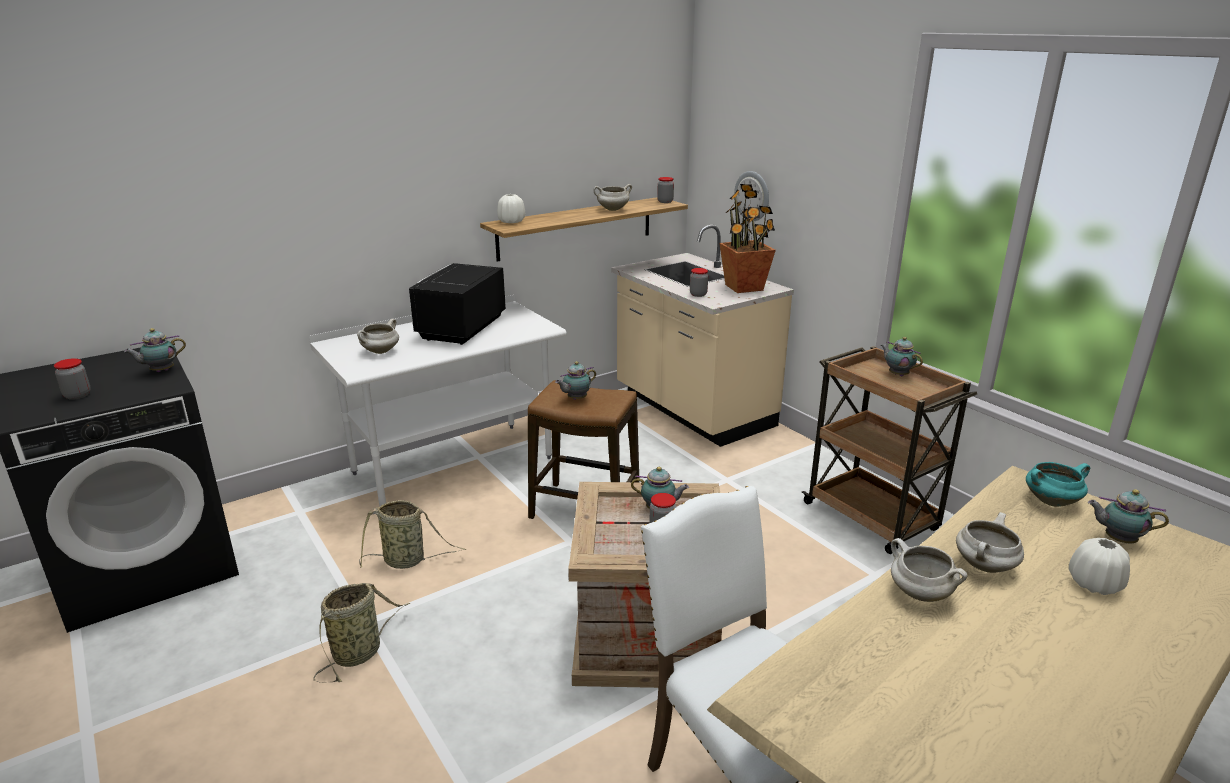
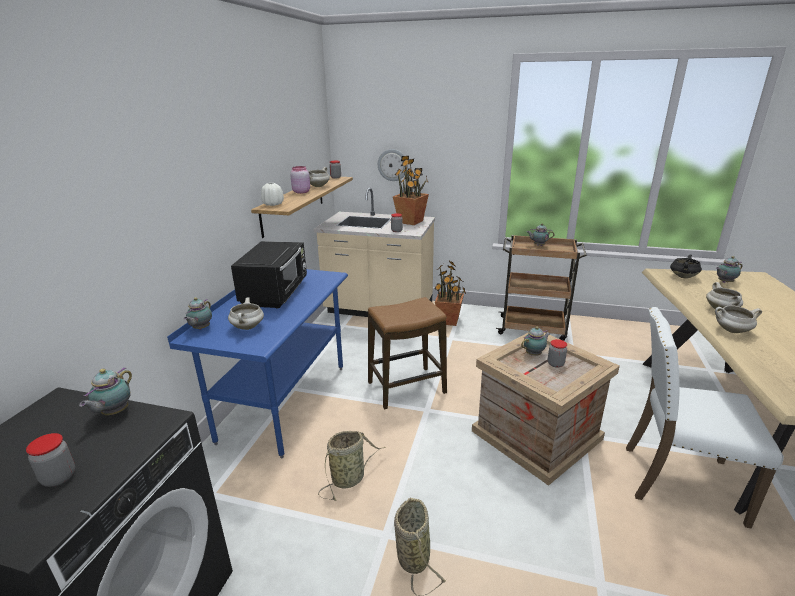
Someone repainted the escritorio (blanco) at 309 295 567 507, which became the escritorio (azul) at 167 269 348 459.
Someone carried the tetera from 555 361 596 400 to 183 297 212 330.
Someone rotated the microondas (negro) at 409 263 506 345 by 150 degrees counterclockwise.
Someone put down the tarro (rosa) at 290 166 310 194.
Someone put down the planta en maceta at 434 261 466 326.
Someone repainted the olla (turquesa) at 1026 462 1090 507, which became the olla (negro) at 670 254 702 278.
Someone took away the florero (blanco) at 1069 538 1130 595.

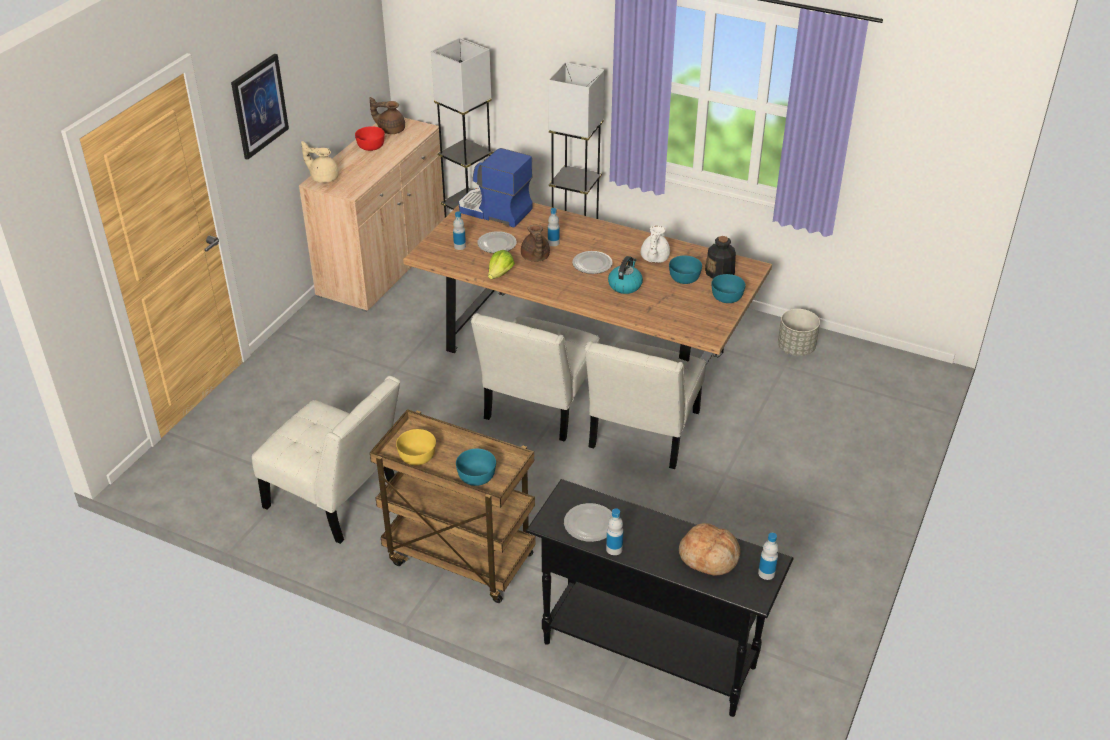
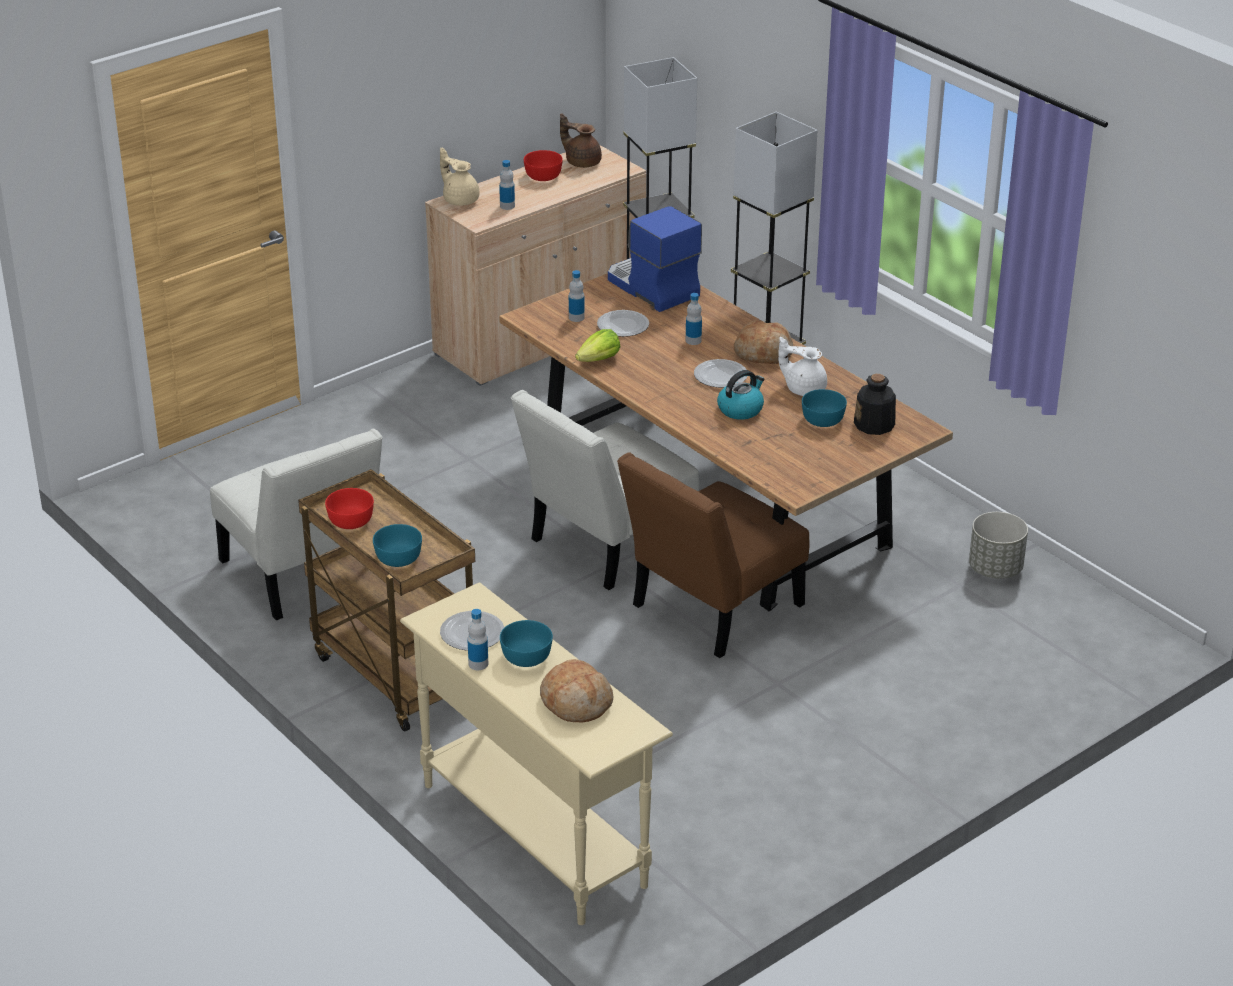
Someone repainted the cuenco (amarillo) at 396 429 436 465, which became the cuenco (rojo) at 325 488 374 529.
Someone repainted the mesa consola (negro) at 526 479 794 717, which became the mesa consola (beis) at 400 582 673 925.
Someone carried the botella from 758 533 778 580 to 499 160 515 210.
Someone carried the cuenco (turquesa) from 712 274 745 303 to 500 620 553 667.
Someone repainted the silla (blanco) at 585 341 706 469, which became the silla (marrón) at 617 452 809 658.
Someone put down the pan at 734 320 793 364.
Someone rotated the tetera (blanco) at 641 226 670 263 by 75 degrees clockwise.
Someone took away the cuadro at 231 54 289 160.
Someone took away the tetera (marrón) at 521 225 550 262.

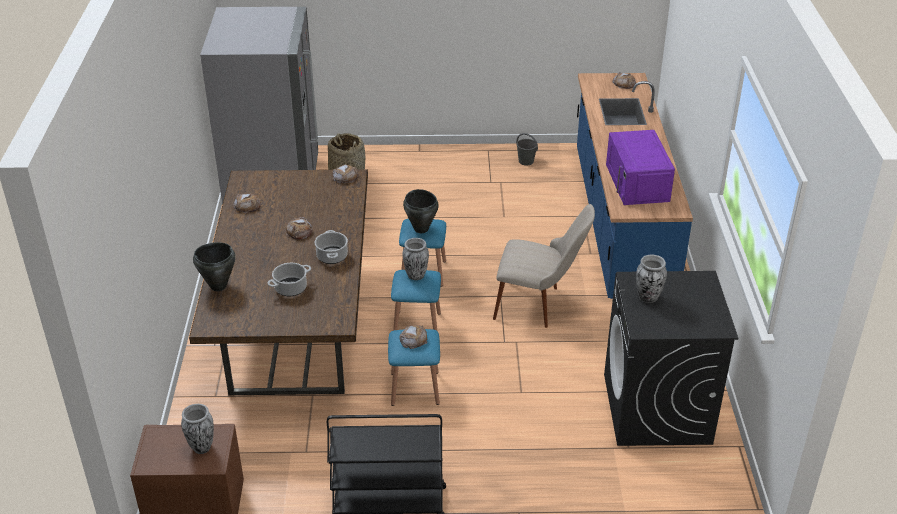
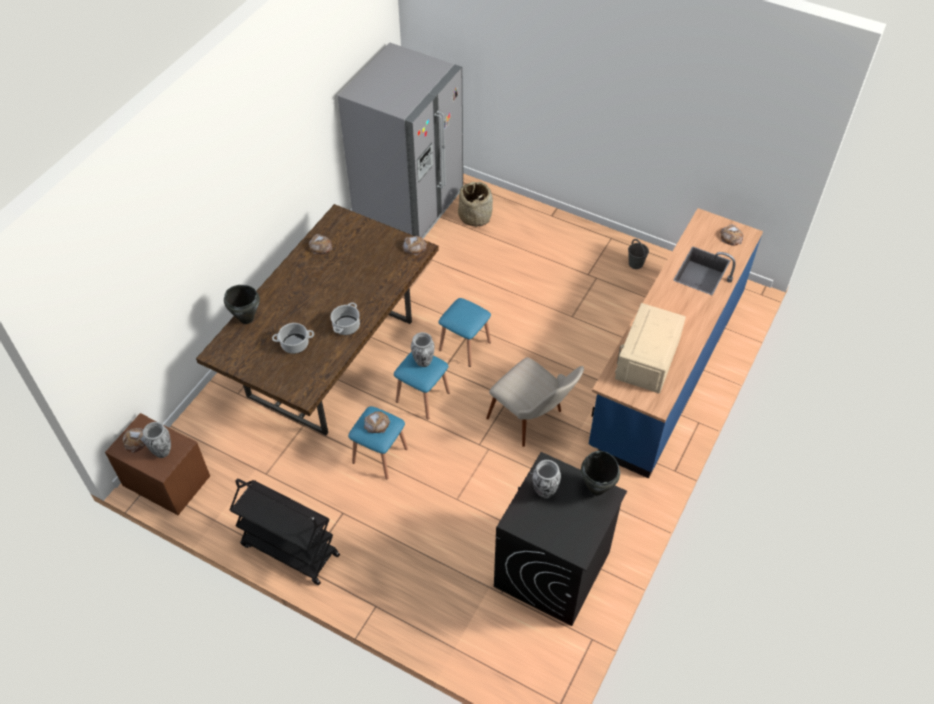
Someone carried the pan from 286 217 313 240 to 122 428 145 453.
Someone carried the olla (negro) from 403 189 439 233 to 581 451 620 495.
Someone repainted the microondas (morado) at 606 130 675 205, which became the microondas (beis) at 615 303 686 393.

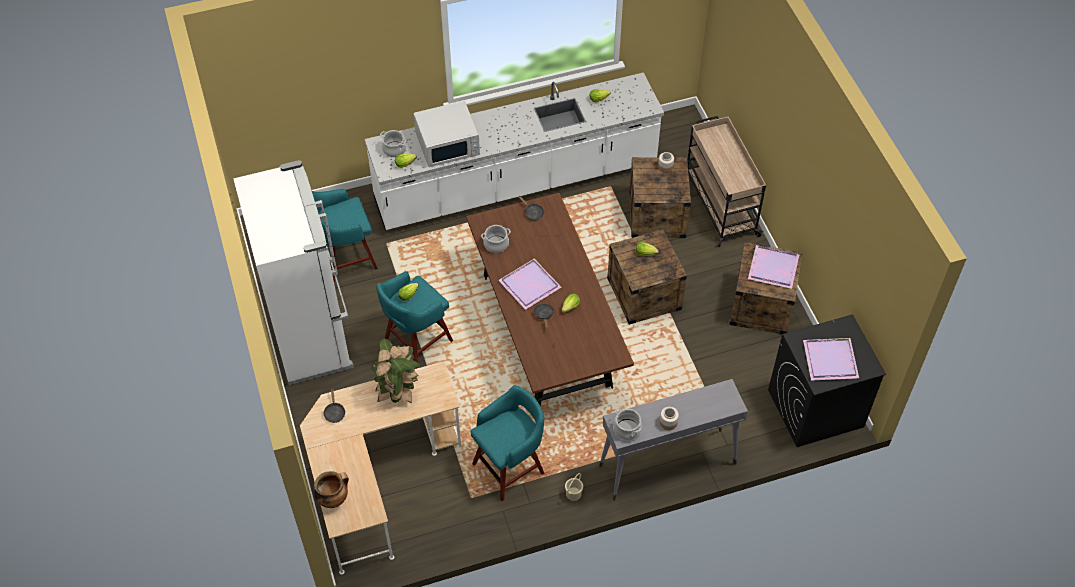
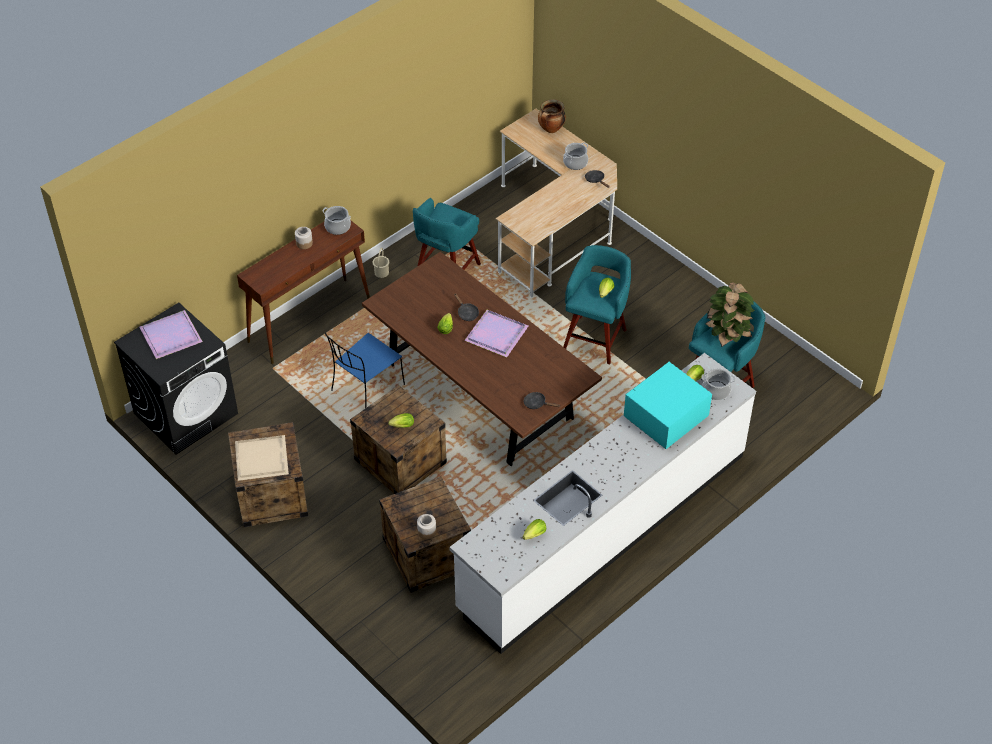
Someone repainted the bandeja (morado) at 748 245 799 289, which became the bandeja (beis) at 235 435 289 481.
Someone repainted the mesa consola (gris) at 599 379 748 501, which became the mesa consola (marrón) at 237 220 370 364.
Someone put down the silla (azul) at 325 333 405 408.
Someone carried the olla from 481 225 511 253 to 563 142 588 170.
Someone repainted the microondas (blanco) at 413 101 480 167, which became the microondas (turquesa) at 624 362 712 449.
Someone carried the planta en maceta from 371 338 420 403 to 706 282 755 347.
Someone took away the nevera (blanco) at 233 160 354 385.
Someone took away the carrito (beis) at 687 116 766 247.

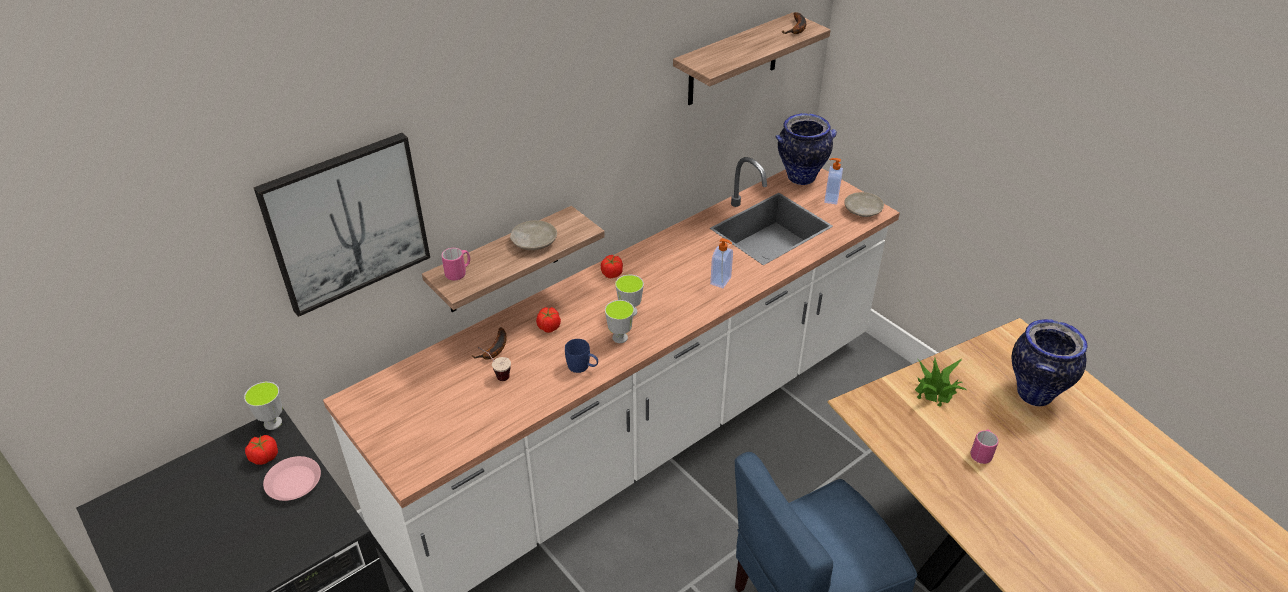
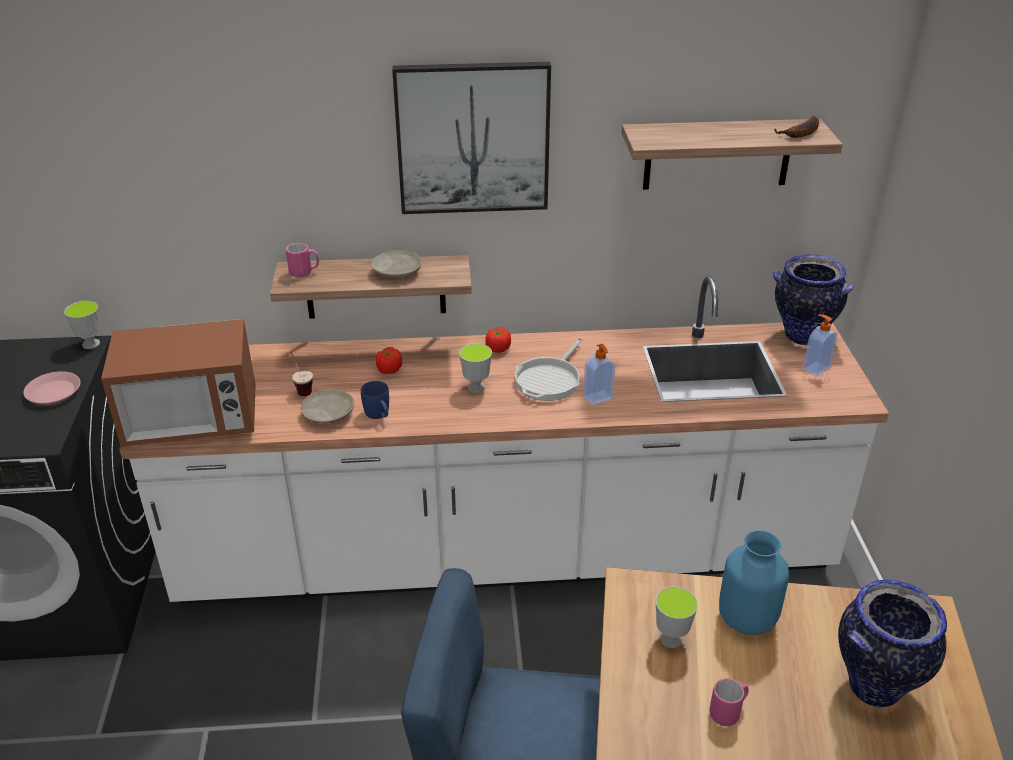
Someone put down the microondas at 101 319 256 447.
Someone carried the plato (beis) from 844 192 884 217 to 301 390 354 424.
Someone carried the cuadro from 253 133 430 317 to 392 62 551 214.
Someone put down the sartén at 515 338 583 401.
Someone carried the taza from 605 300 634 343 to 655 587 698 648.
Someone swapped the planta en maceta at 915 358 966 407 for the florero (azul) at 719 530 789 635.
Someone took away the tomate at 245 435 278 465.
Someone took away the plátano at 472 328 507 360.

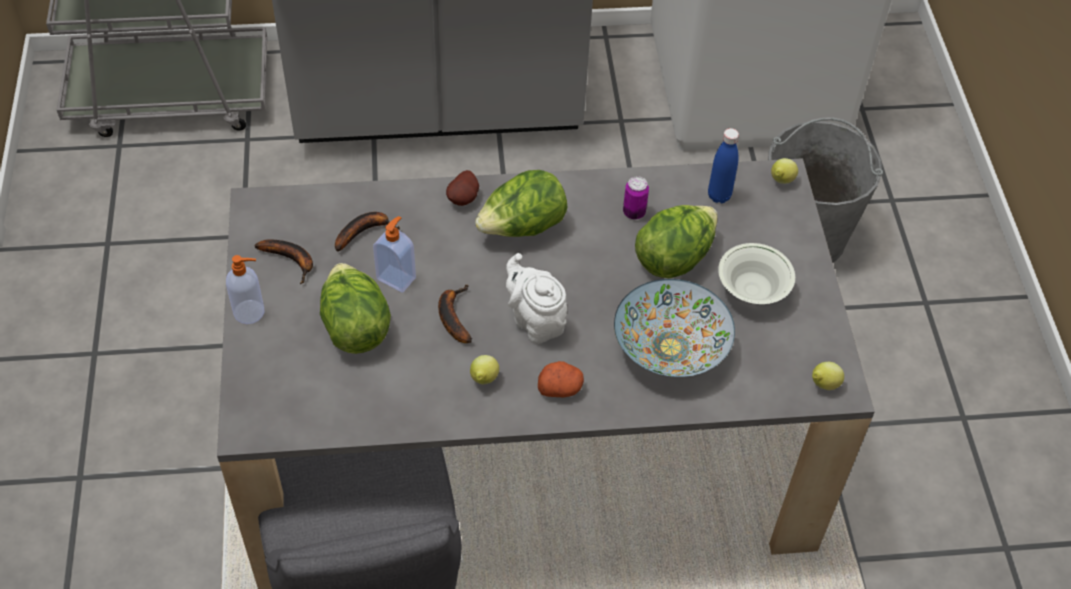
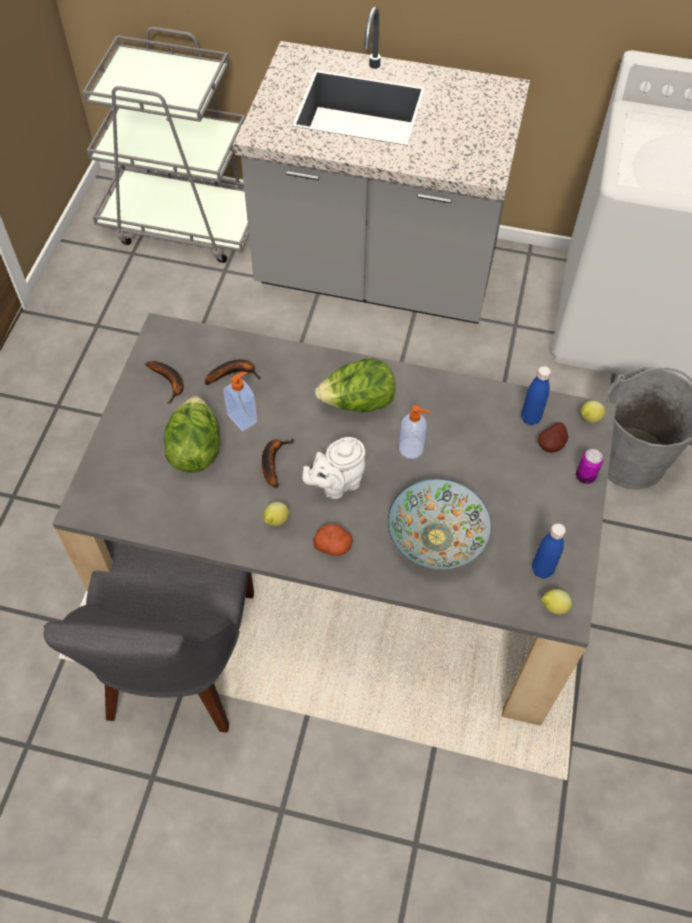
Someone rotated the tetera (blanco) at 506 253 567 344 by 105 degrees counterclockwise.
Someone carried the dispensador de jabón from 226 255 265 324 to 399 405 431 459.
Someone put down the botella (azul) at 532 523 566 579.
Someone carried the patata from 446 170 479 206 to 538 422 568 453.
Someone carried the lata from 623 176 649 219 to 576 449 603 484.
Someone took away the lechuga at 635 205 718 278.
Someone took away the cuenco (blanco) at 718 243 795 304.

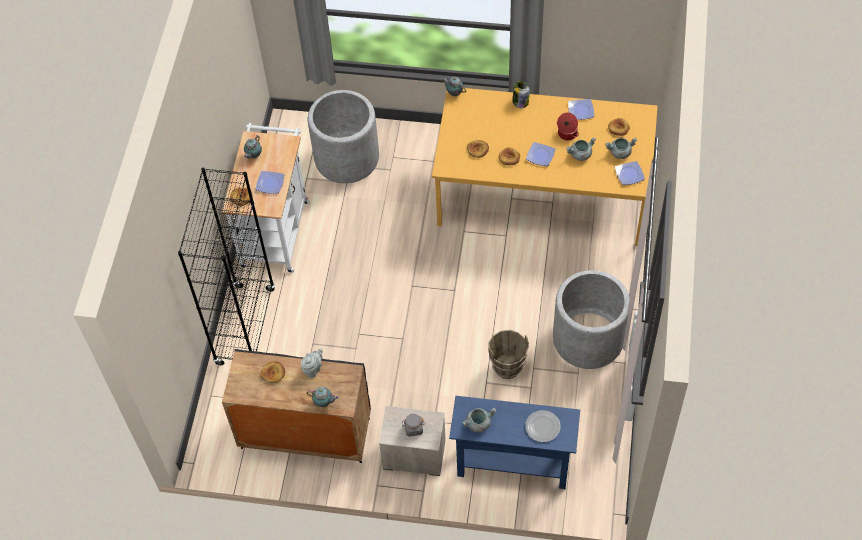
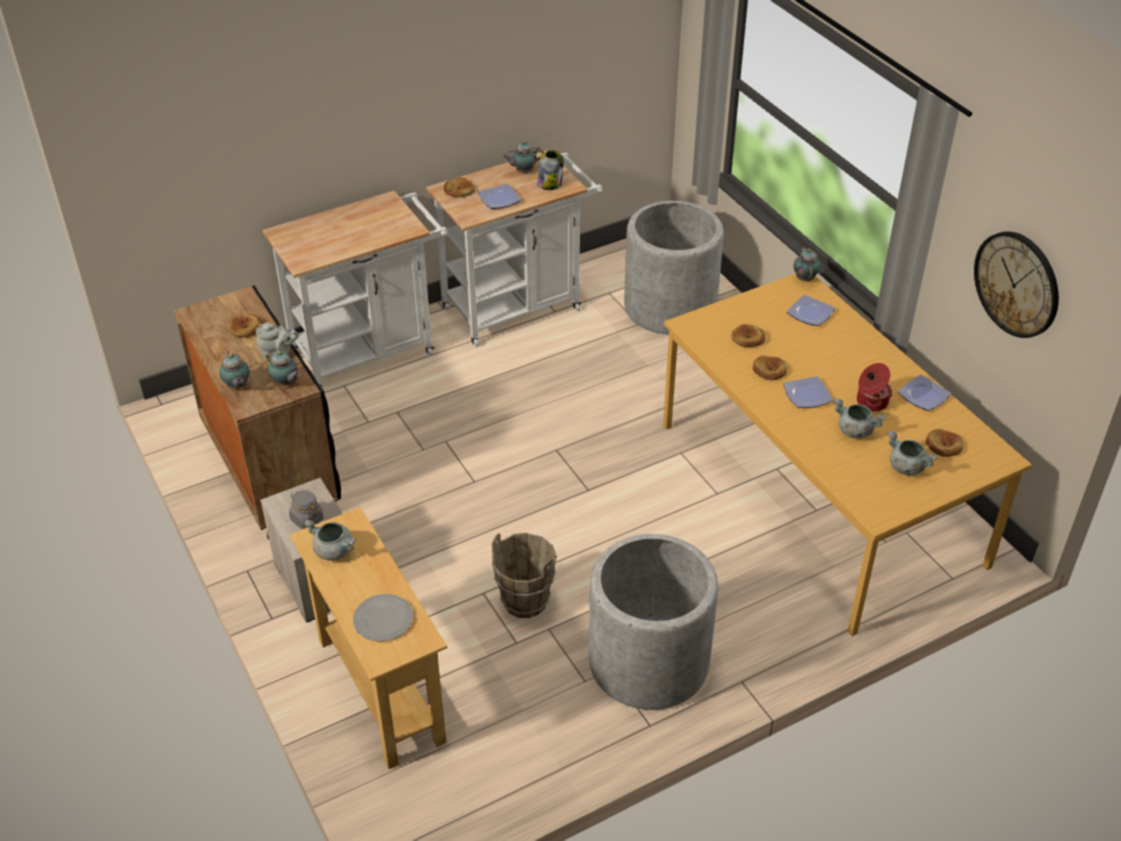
Someone swapped the estantería (negro) at 178 168 275 365 for the carrito (blanco) at 262 191 448 389.
Someone put down the tetera at 266 351 300 386.
Someone repainted the mesa consola (azul) at 449 396 580 489, which became the mesa consola (beis) at 290 507 447 769.
Someone carried the tarro from 513 81 530 108 to 537 151 564 190.
Someone carried the plato from 615 161 645 185 to 787 295 835 326.
Someone put up the reloj de pared at 974 231 1059 338.

